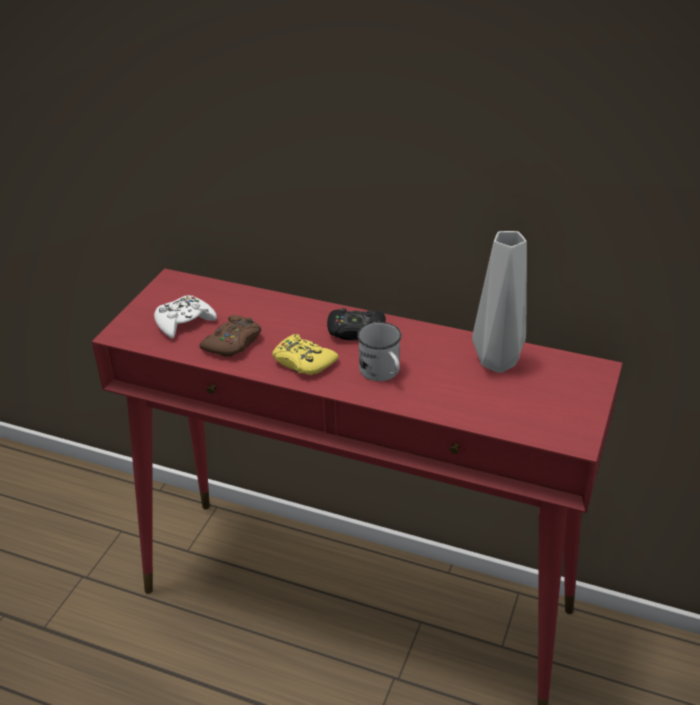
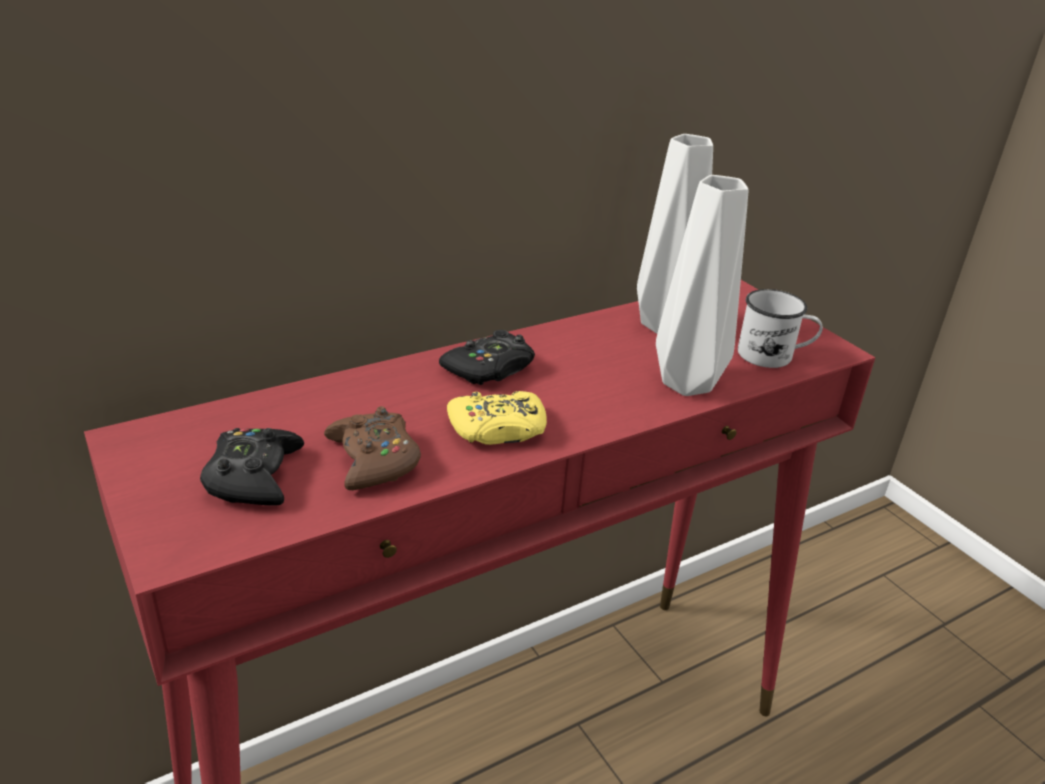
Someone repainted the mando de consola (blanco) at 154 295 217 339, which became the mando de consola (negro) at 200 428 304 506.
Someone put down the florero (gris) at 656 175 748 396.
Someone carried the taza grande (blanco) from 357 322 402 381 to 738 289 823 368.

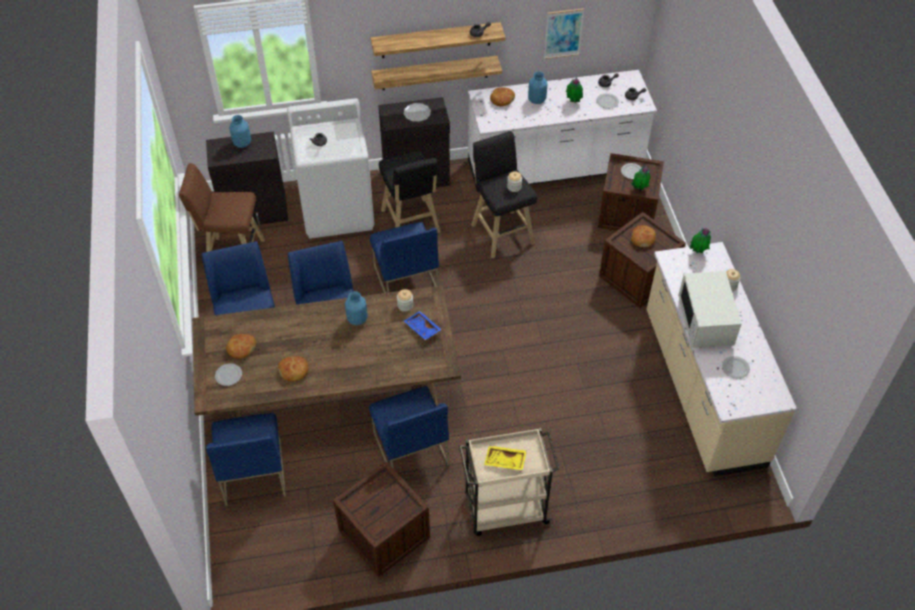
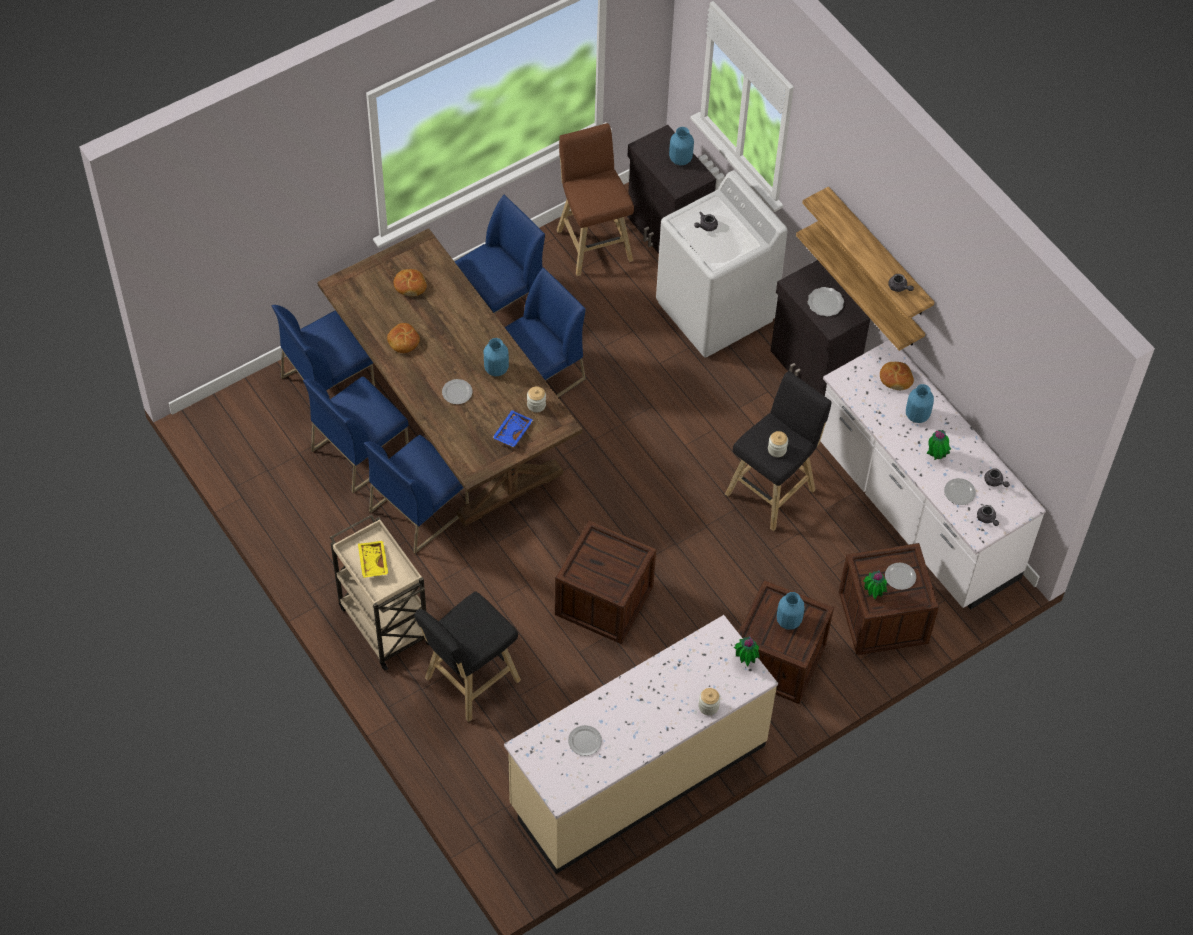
Someone carried the silla (azul) from 370 222 439 293 to 303 377 409 493.
Someone carried the taburete (negro) from 379 151 440 233 to 414 592 521 722.
Someone carried the plato from 215 363 242 386 to 442 379 473 404.
Someone carried the caja de embalaje from 333 461 430 577 to 555 520 656 644.
Someone swapped the pan at 631 225 656 247 for the florero (azul) at 777 592 804 630.
Someone took away the cuadro at 544 8 584 59.
Someone took away the microondas (blanco) at 678 271 742 348.

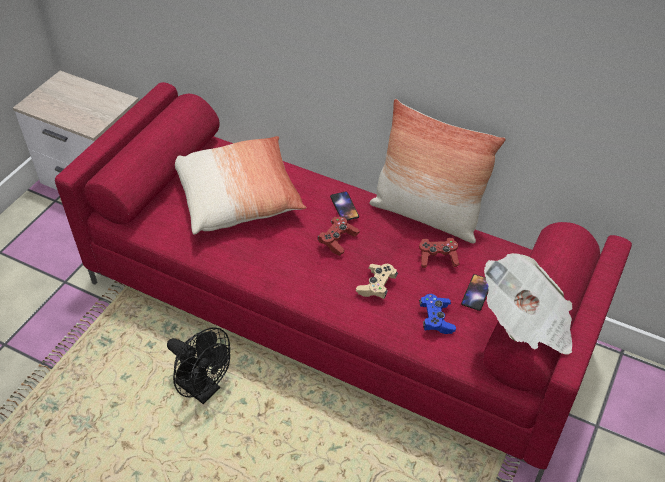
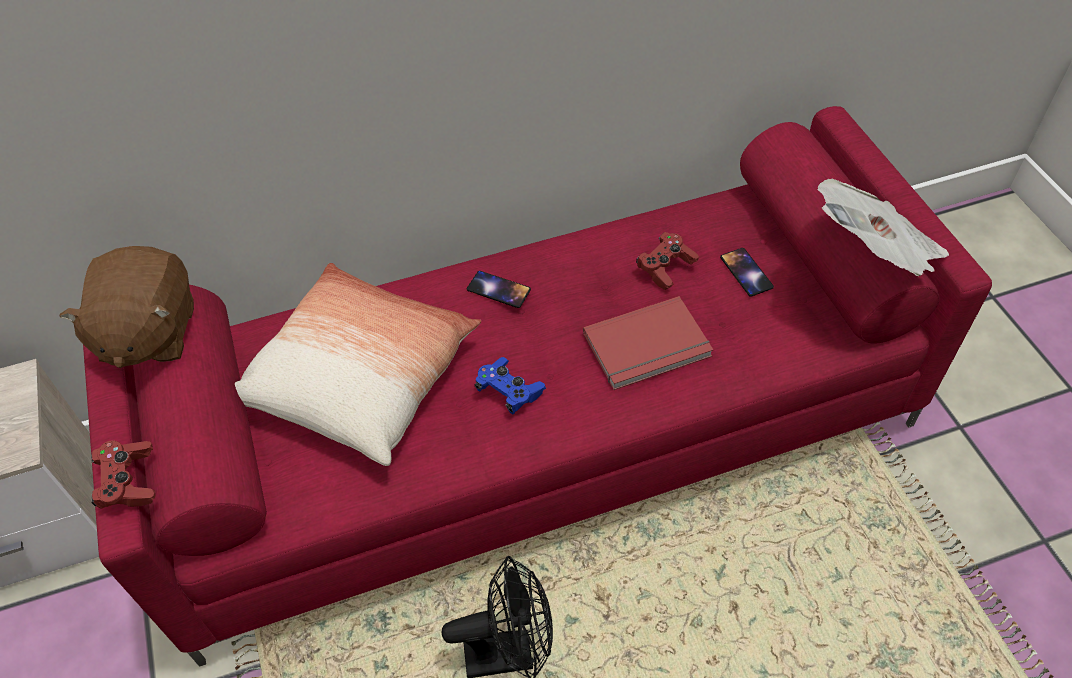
Someone put down the peluche (marrón) at 59 246 194 368.
Someone carried the mando de consola (rojo) from 318 217 359 256 to 91 440 155 509.
Someone carried the mando de consola (azul) from 419 294 456 334 to 475 357 546 414.
Someone swapped the mando de consola (beis) at 356 264 398 299 for the libro (rojo) at 583 296 713 390.
Someone took away the cojín at 369 99 506 244.

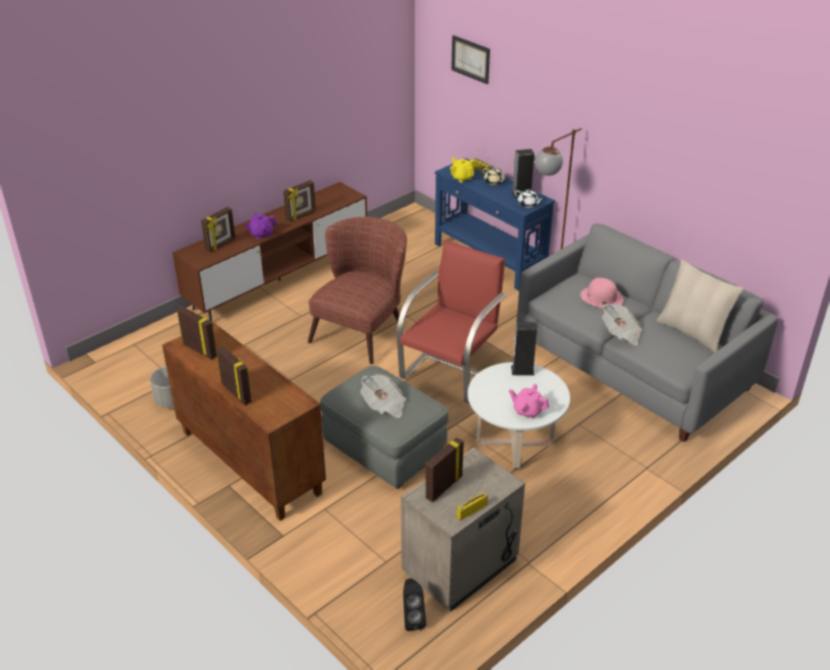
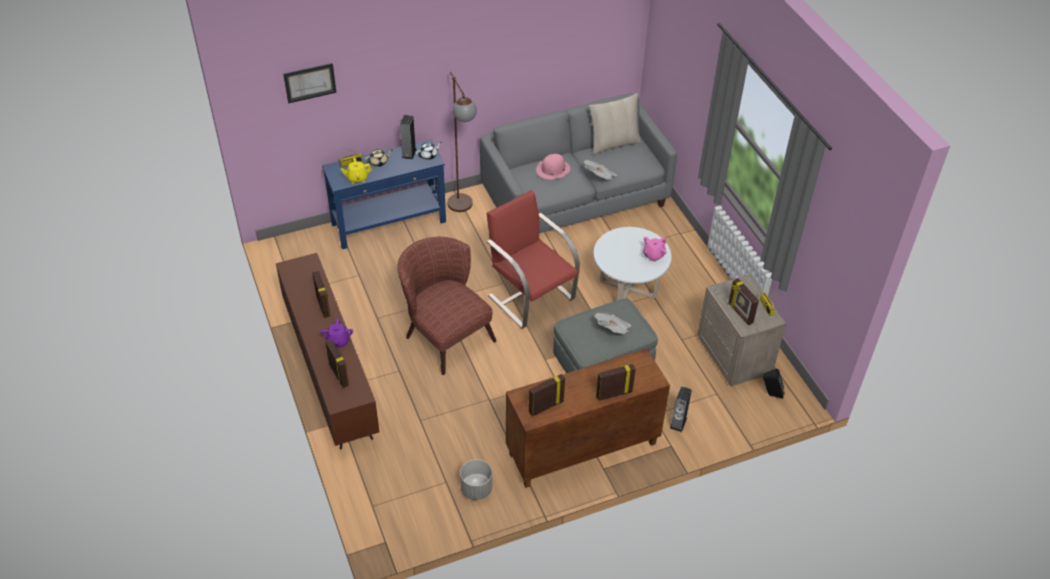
Someone carried the altavoz from 511 322 537 376 to 670 386 692 432.

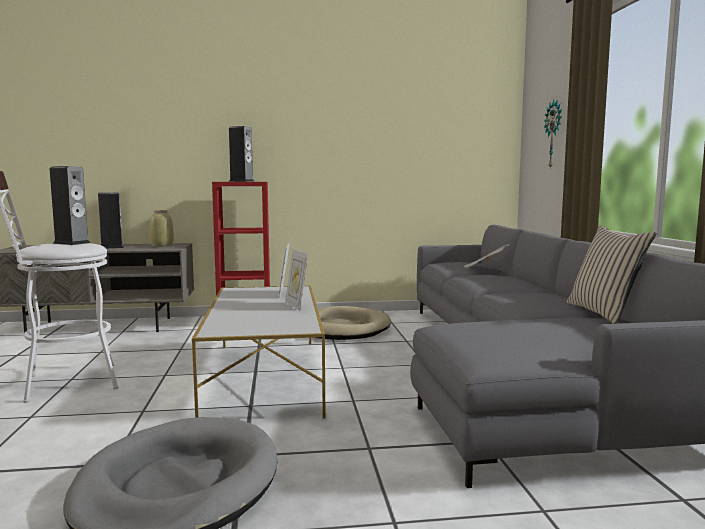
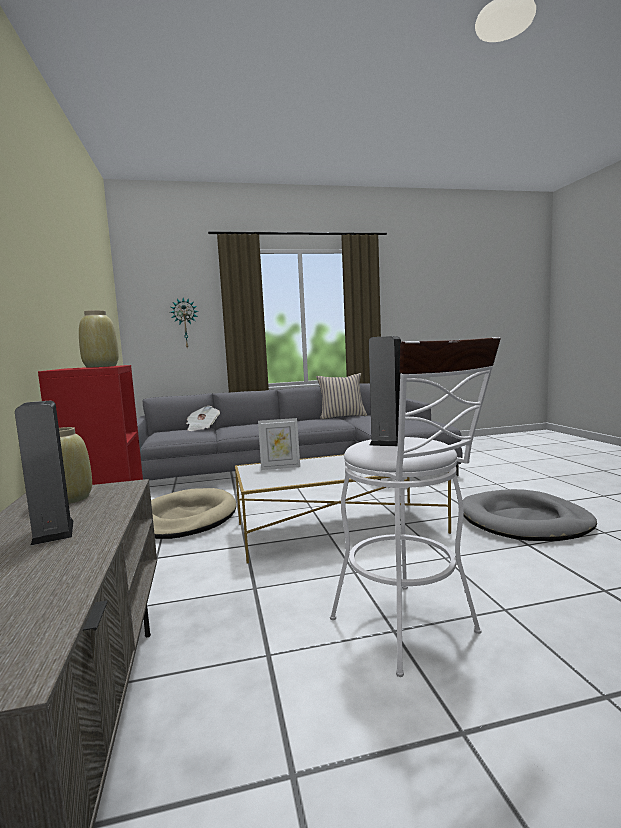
Someone swapped the altavoz at 229 126 254 182 for the florero (beis) at 79 310 119 368.
Someone took away the portarretratos at 285 249 308 311.

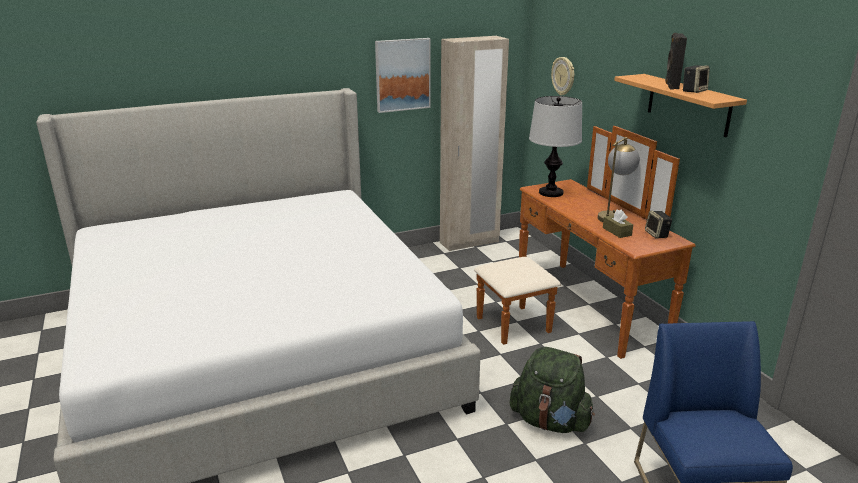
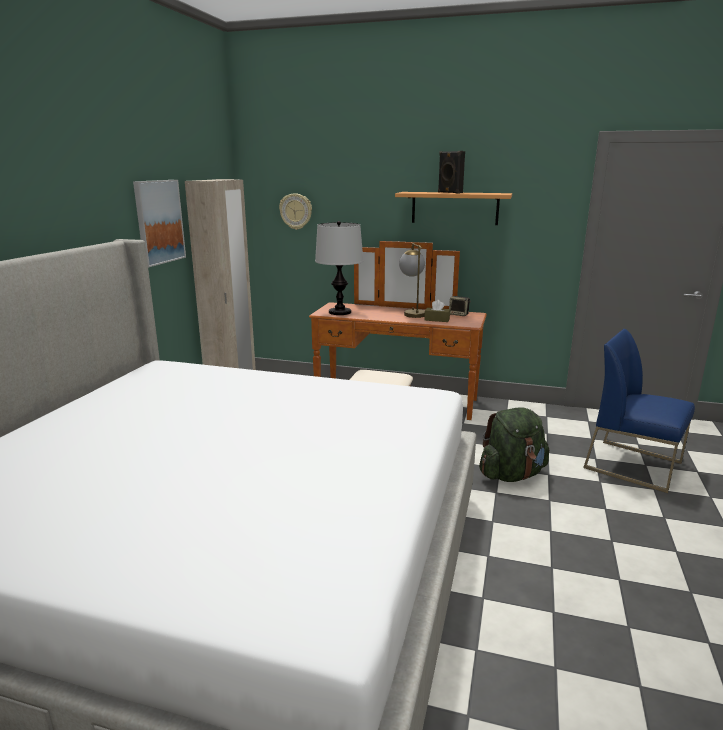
Someone took away the altavoz at 683 65 710 93.

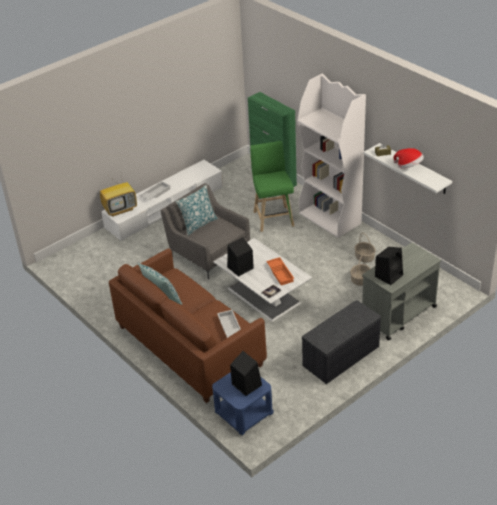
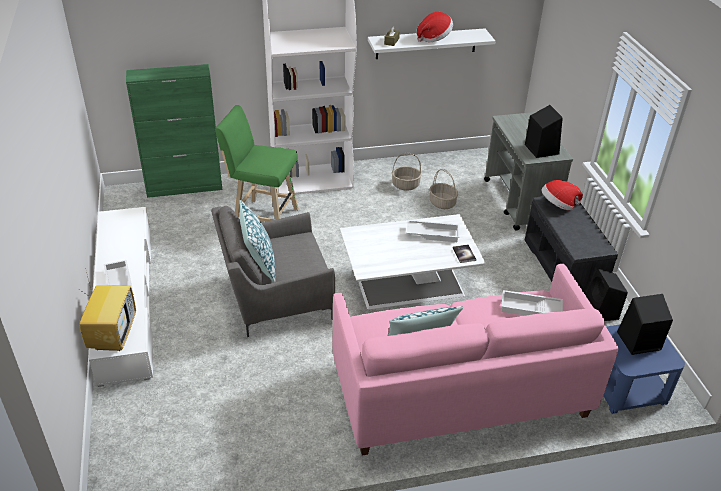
Someone repainted the sofá (marrón) at 109 248 267 403, which became the sofá (rosa) at 333 264 618 456.
Someone repainted the bandeja (naranja) at 266 257 294 285, which became the bandeja (blanco) at 406 220 460 242.
Someone put down the sombrero at 542 180 583 210.
Someone carried the altavoz (negro) from 227 237 254 276 to 586 268 628 321.

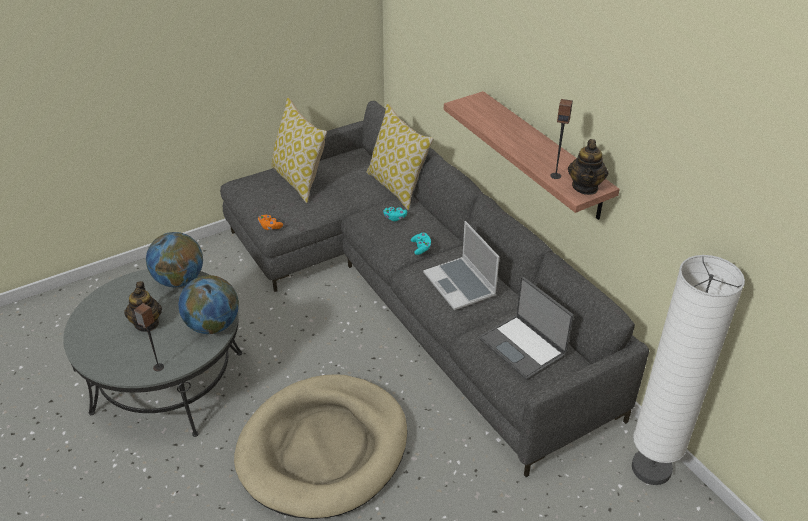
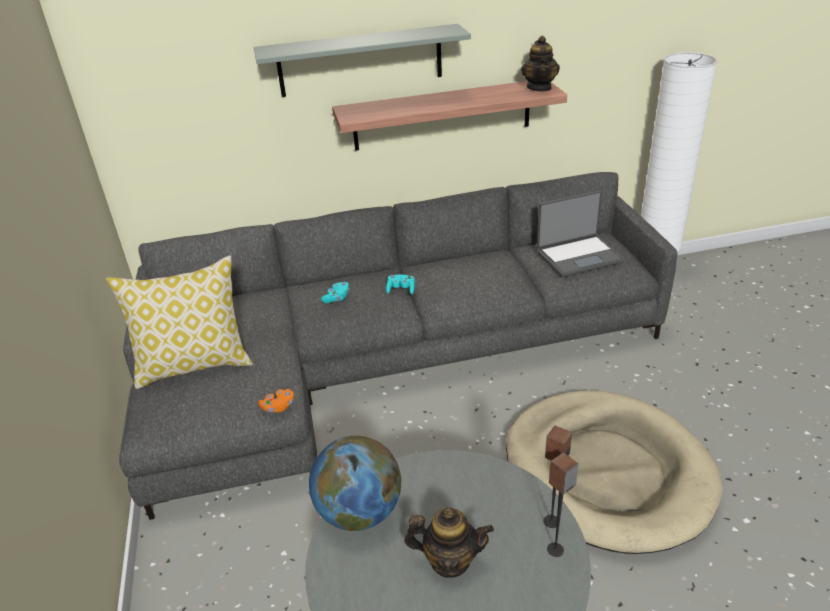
Someone put up the estante (gris) at 254 24 471 97.
Someone rotated the tetera at 568 139 608 195 by 60 degrees clockwise.
Someone carried the altavoz from 550 99 573 179 to 543 425 572 528.
Someone took away the globo terráqueo at 178 275 239 334.
Someone took away the cojín at 367 104 433 210.
Someone took away the portátil at 423 221 499 310.

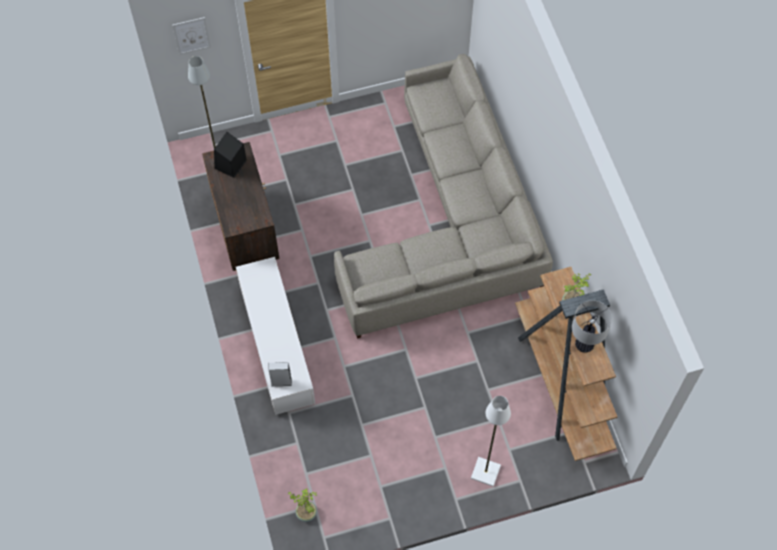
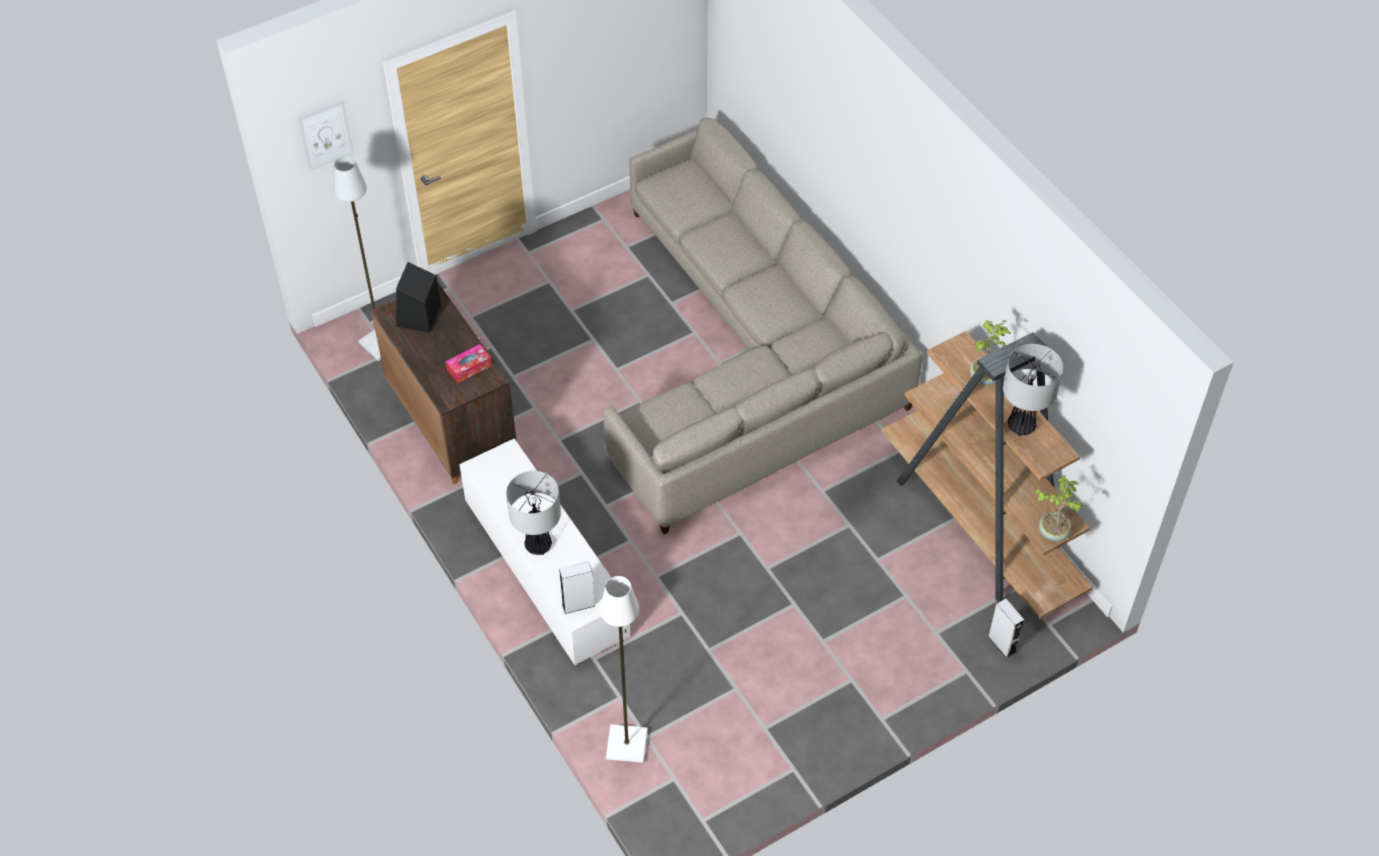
Someone put down the caja de pañuelos at 446 344 492 383.
Someone put down the lámpara de mesa at 506 471 561 555.
Someone carried the lámpara de pie (blanco) from 471 396 511 487 to 600 576 648 763.
Someone put down the altavoz (gris) at 988 598 1024 658.
Someone carried the planta en maceta from 288 488 317 522 to 1034 475 1083 541.

